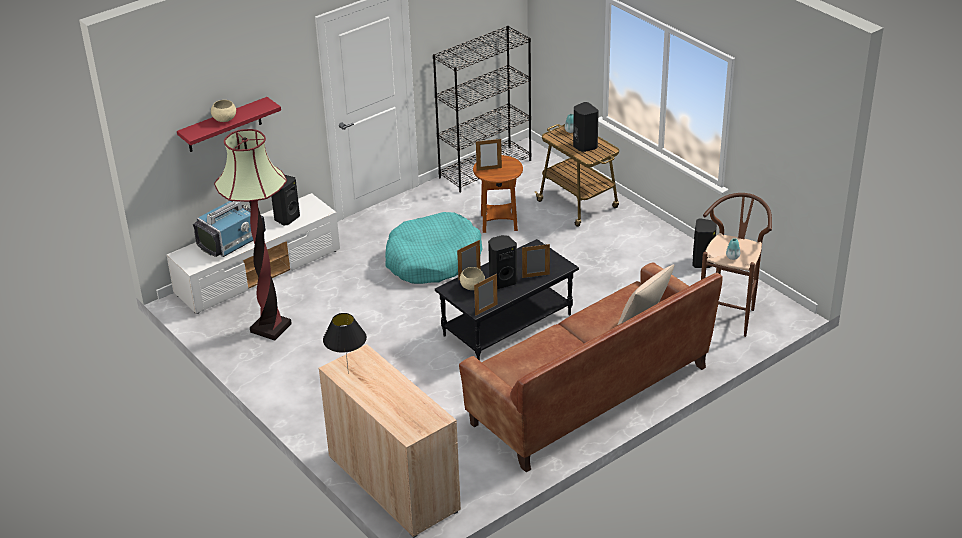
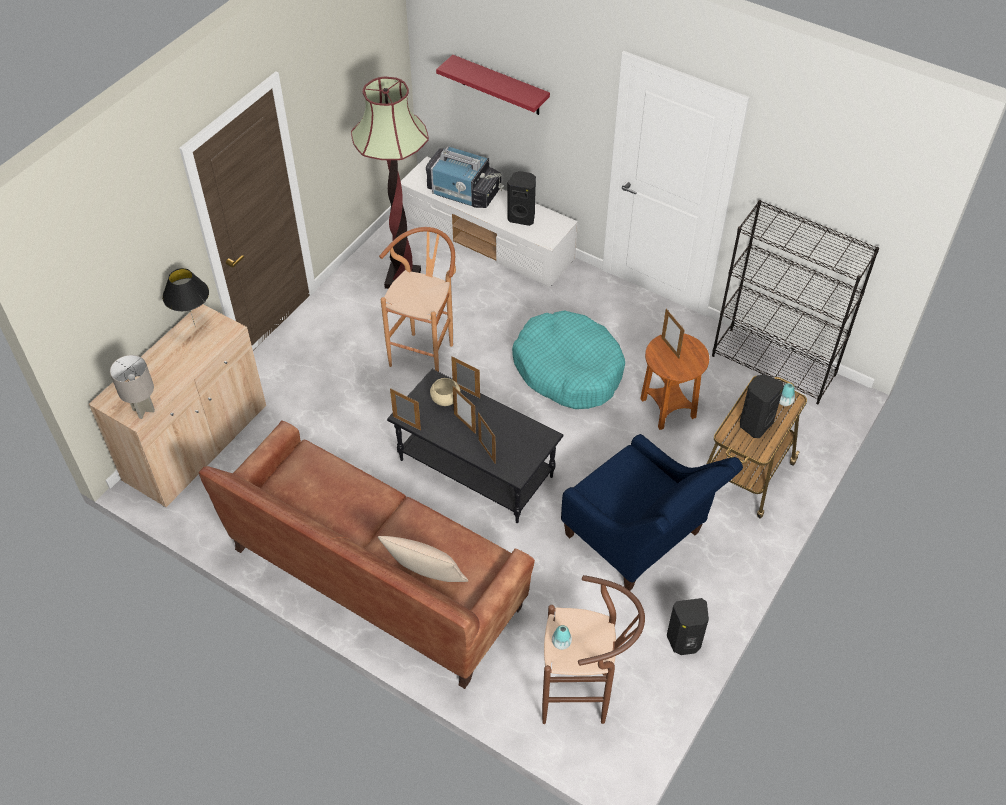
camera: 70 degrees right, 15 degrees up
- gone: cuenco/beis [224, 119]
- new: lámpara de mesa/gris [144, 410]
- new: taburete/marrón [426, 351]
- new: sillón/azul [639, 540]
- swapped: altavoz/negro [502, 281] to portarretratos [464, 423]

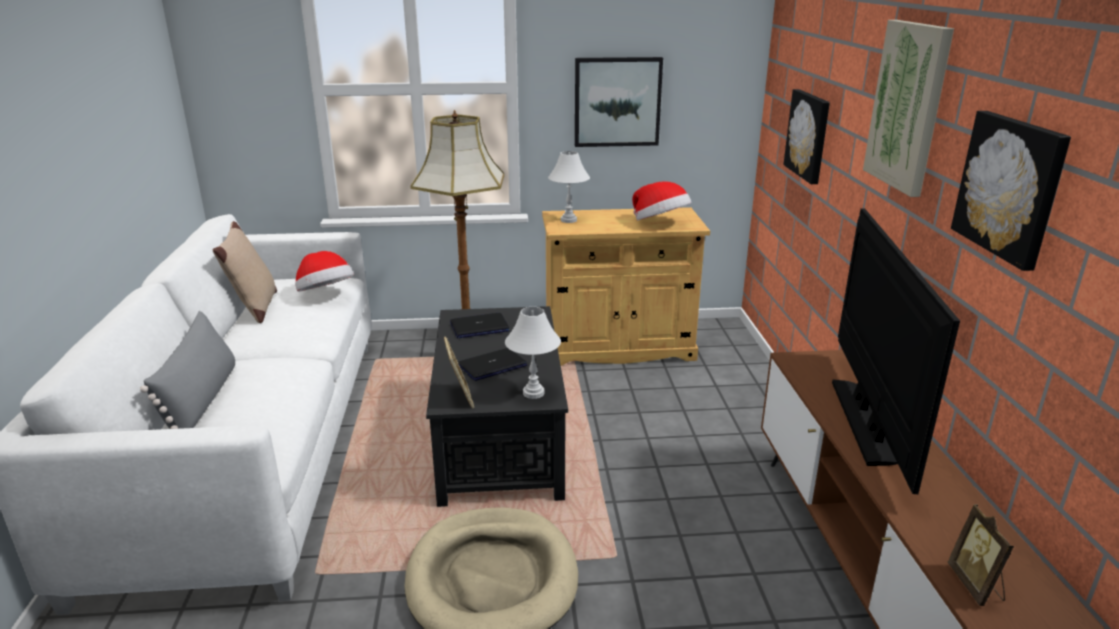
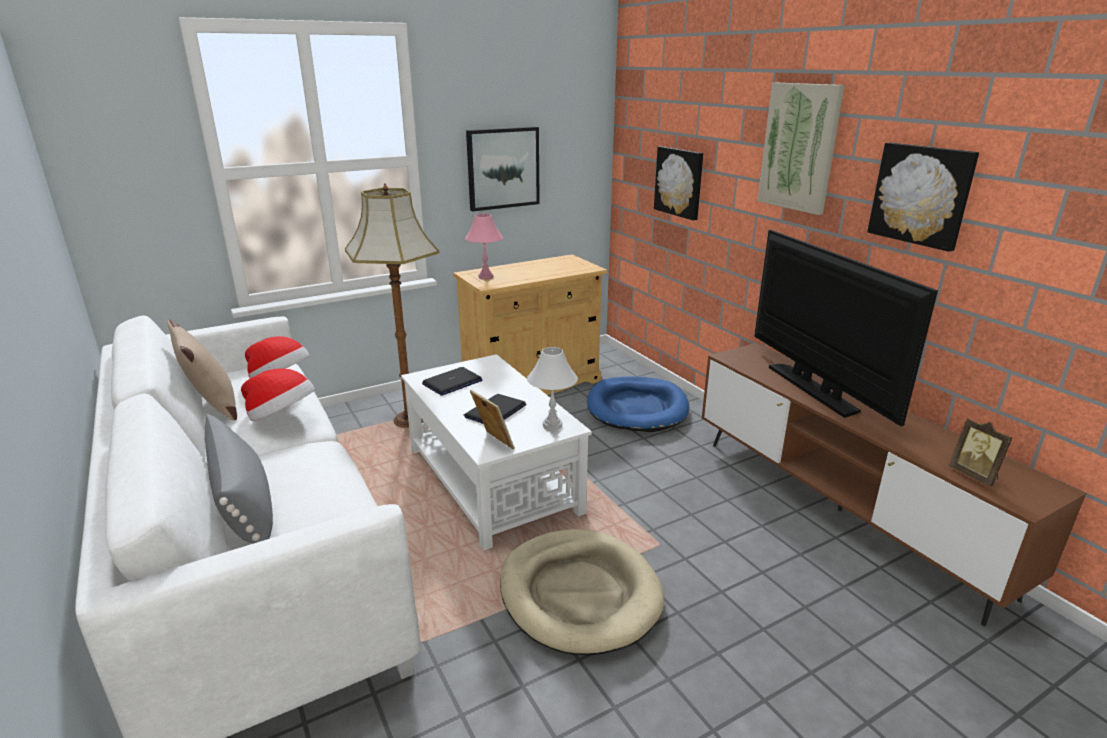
camera: 25 degrees left, 0 degrees up
- new: cama para perro/azul [637, 408]
- shifted: sombrero [660, 223] to [282, 417]
- repainted: mesa de centro/negro [500, 438] to mesa de centro/blanco [492, 479]
- repainted: lámpara de mesa/blanco [568, 220] to lámpara de mesa/rosa [485, 276]

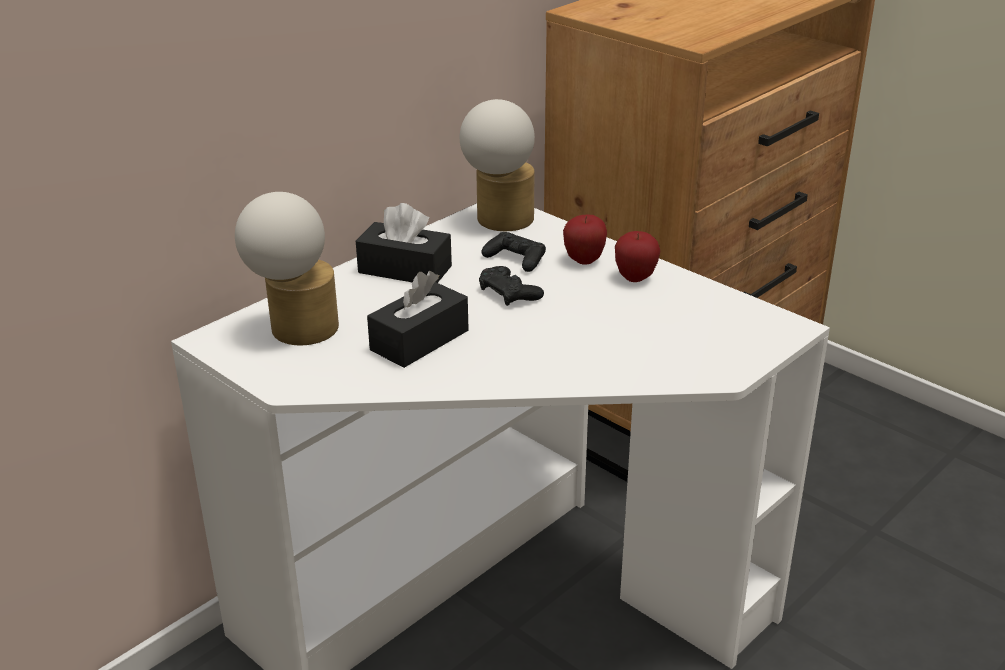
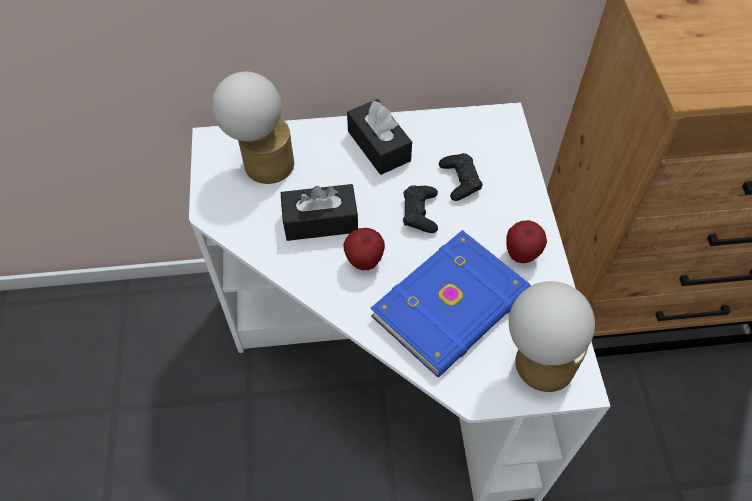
camera: 40 degrees right, 25 degrees up
- new: libro/azul [453, 306]
- shifted: lámpara de mesa [499, 221] to [535, 365]
- shifted: manzana [584, 260] to [364, 261]

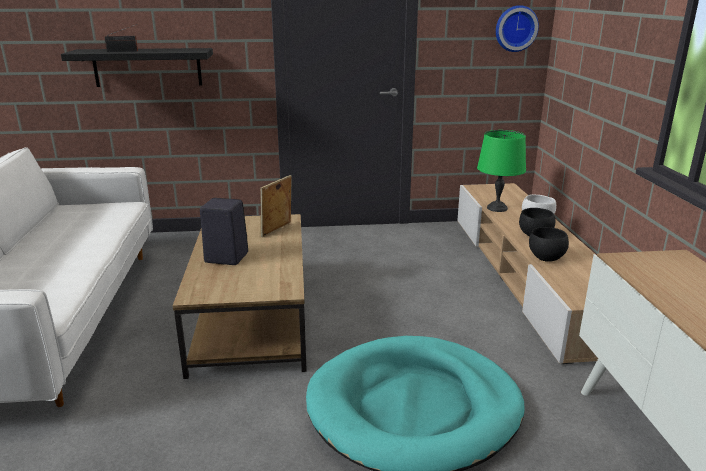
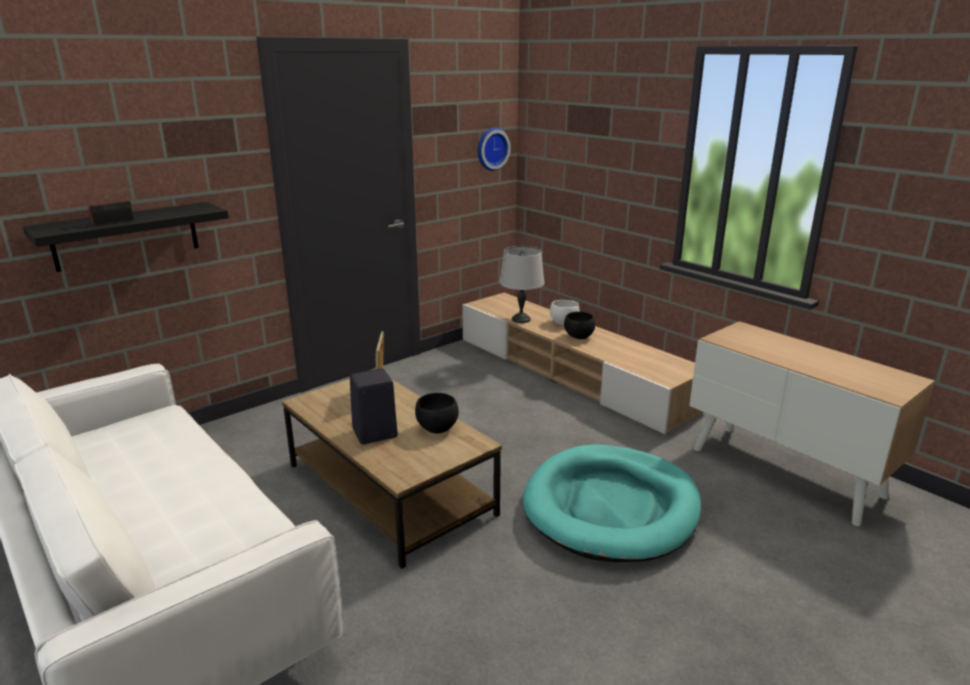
camera: 35 degrees left, 0 degrees up
- shifted: cuenco/negro [545, 258] to [437, 429]
- repainted: lámpara de mesa/verde [496, 208] to lámpara de mesa/gris [520, 319]

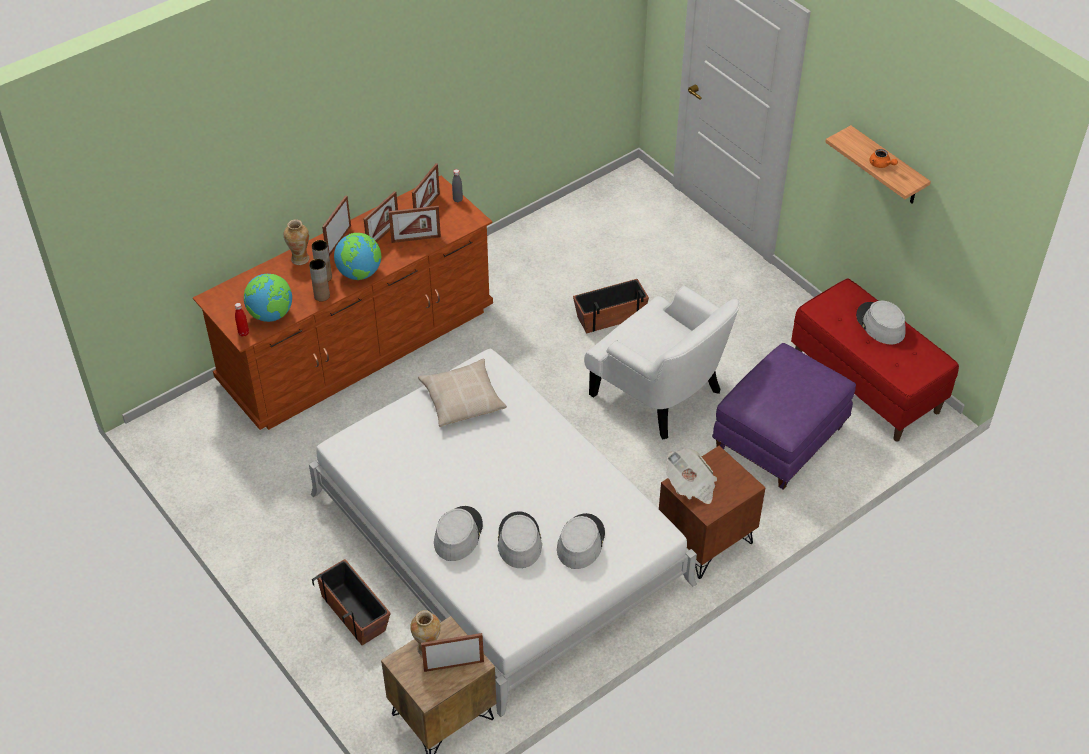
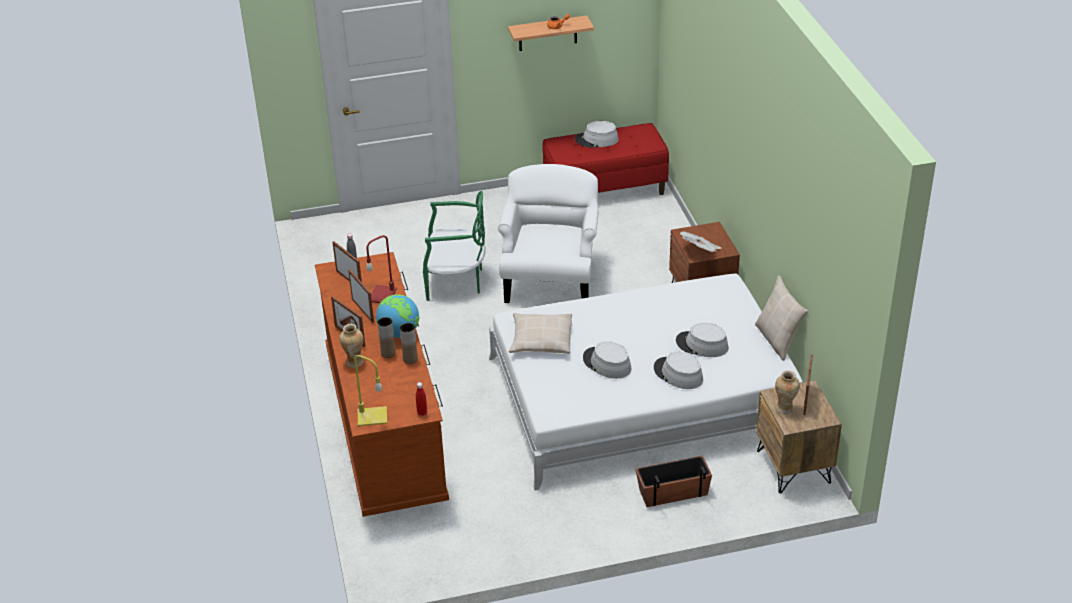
camera: 65 degrees left, 10 degrees down
- gone: globo terráqueo [271, 314]
- gone: puf/morado [779, 439]
- new: lámpara de mesa/amarillo [371, 417]
- new: cojín/beis [778, 340]
- shifted: sombrero/gris [580, 542] to [606, 363]
- swapped: portarretratos [416, 239] to lámpara de mesa/rojo [382, 294]
- swapped: maceta [610, 316] to silla/verde [456, 281]
- rotated: sillón/blanco [659, 392] = [550, 280] 60 degrees counterclockwise

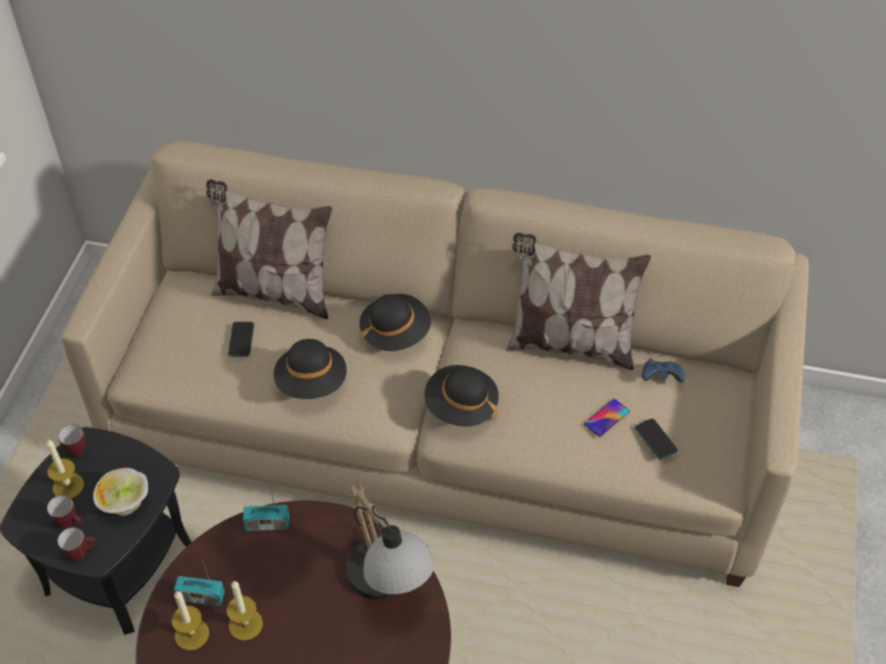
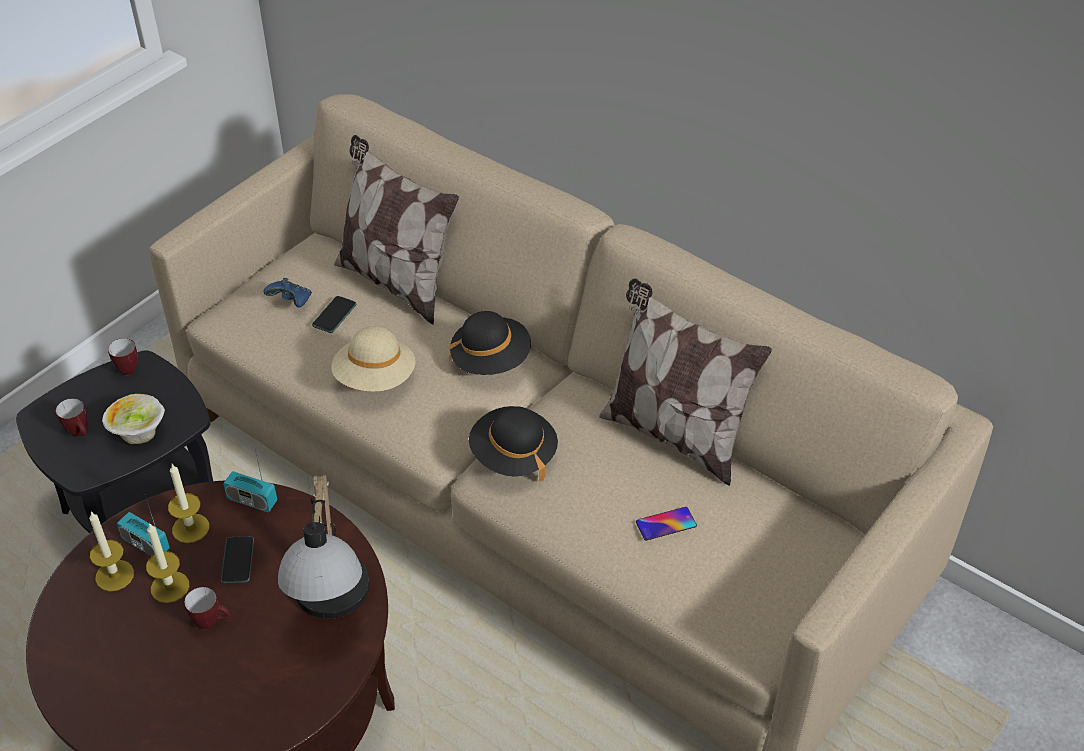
camera: 25 degrees right, 5 degrees down
- shifted: vela [68, 486] to [190, 528]
- shifted: taza grande [82, 553] to [212, 622]
- shifted: móvil [656, 440] to [237, 560]
- shifted: mando de consola/azul [661, 378] to [291, 301]
- repainted: sombrero/negro [312, 383] to sombrero/beis [375, 378]

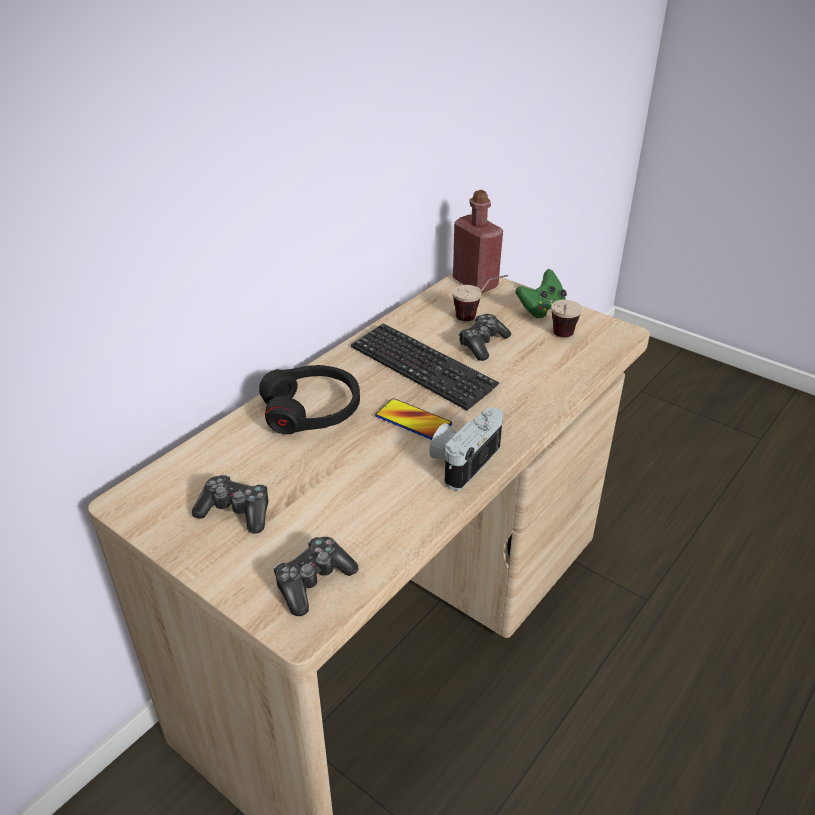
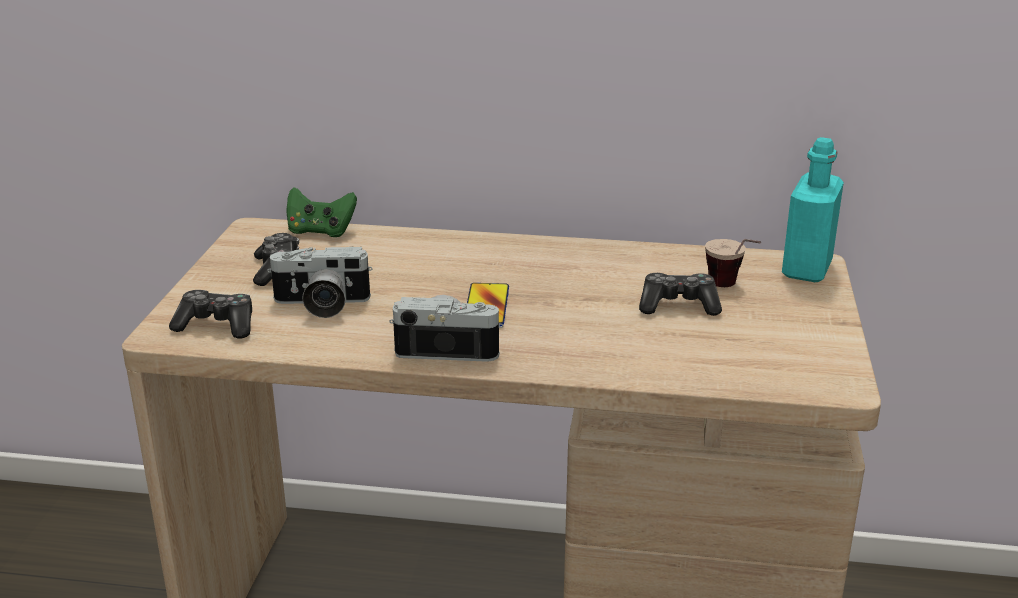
camera: 60 degrees right, 10 degrees down
- gone: auriculares/negro [312, 410]
- gone: teclado [422, 368]
- gone: taza [561, 339]
- new: cámara [321, 305]
- shifted: mando de consola/verde [541, 309] to [320, 231]
- repainted: botella/rojo [475, 283] to botella/turquesa [806, 269]

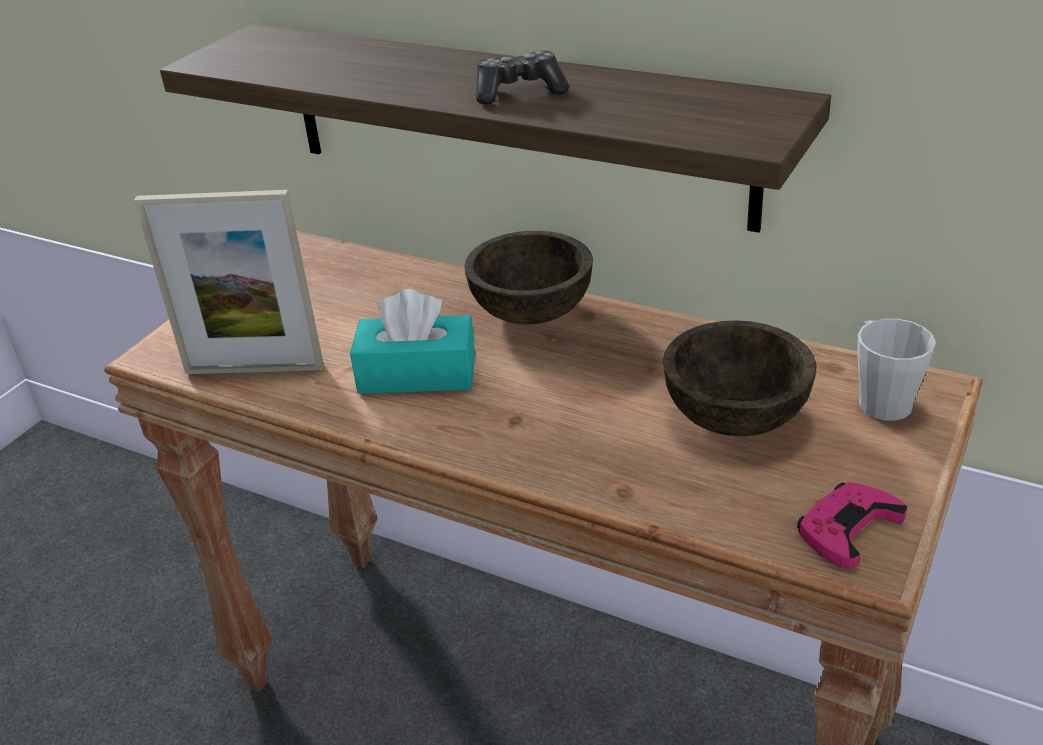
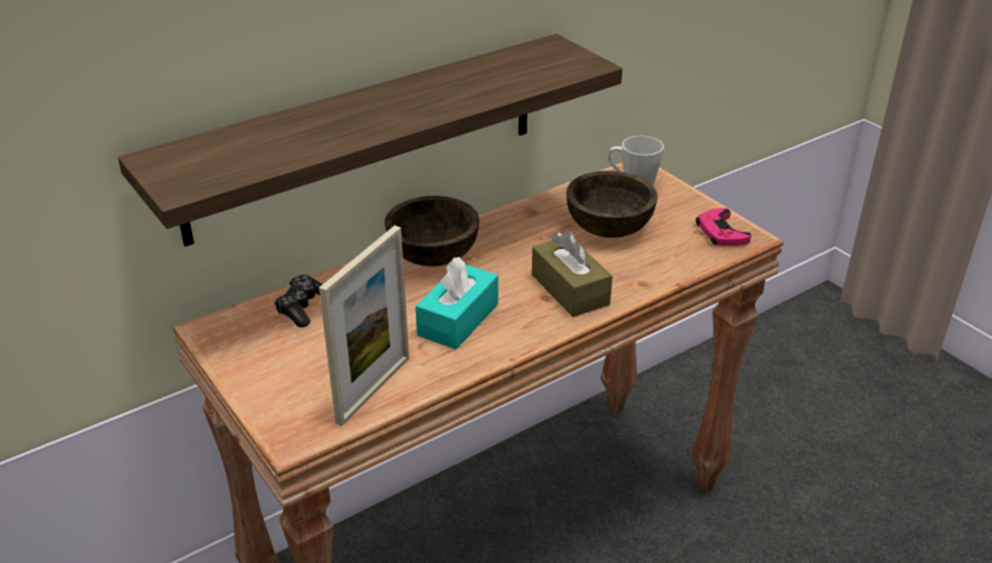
camera: 65 degrees left, 0 degrees up
- new: caja de pañuelos/marrón [570, 289]
- shifted: mando de consola [519, 91] to [302, 308]

